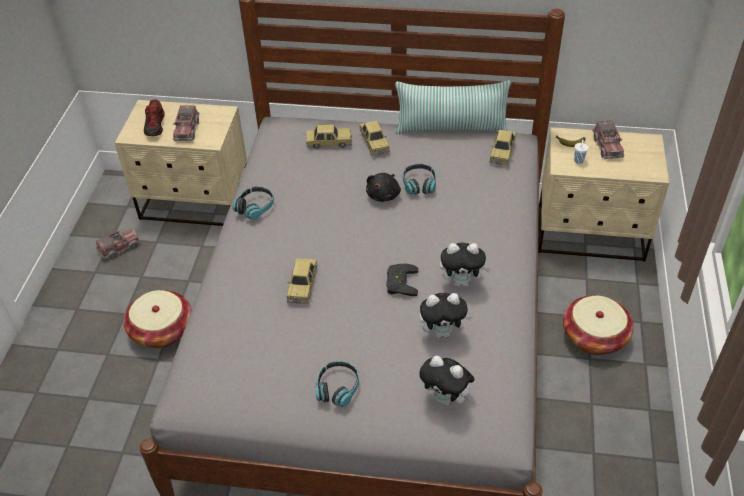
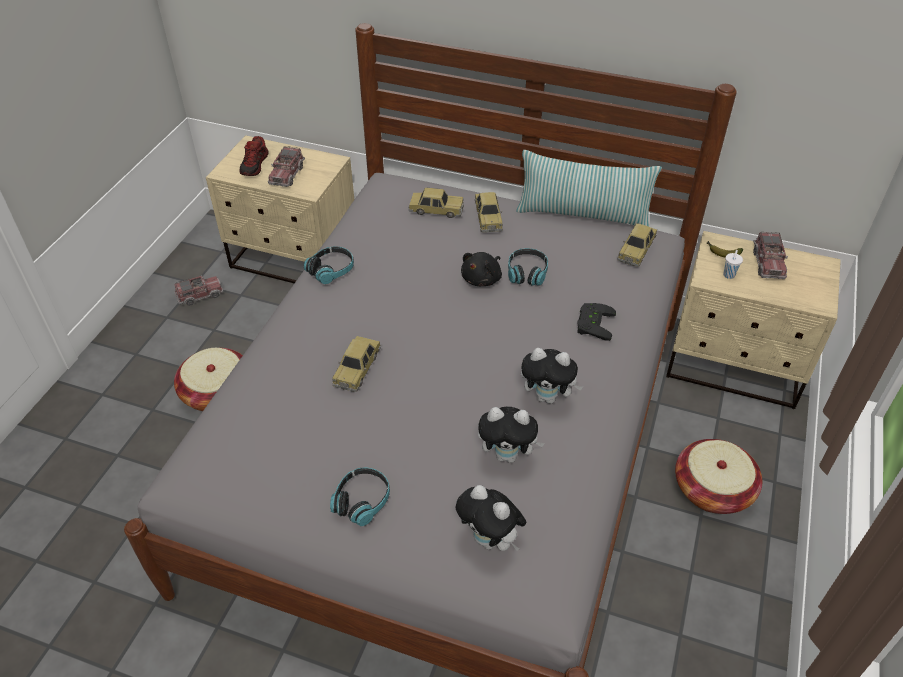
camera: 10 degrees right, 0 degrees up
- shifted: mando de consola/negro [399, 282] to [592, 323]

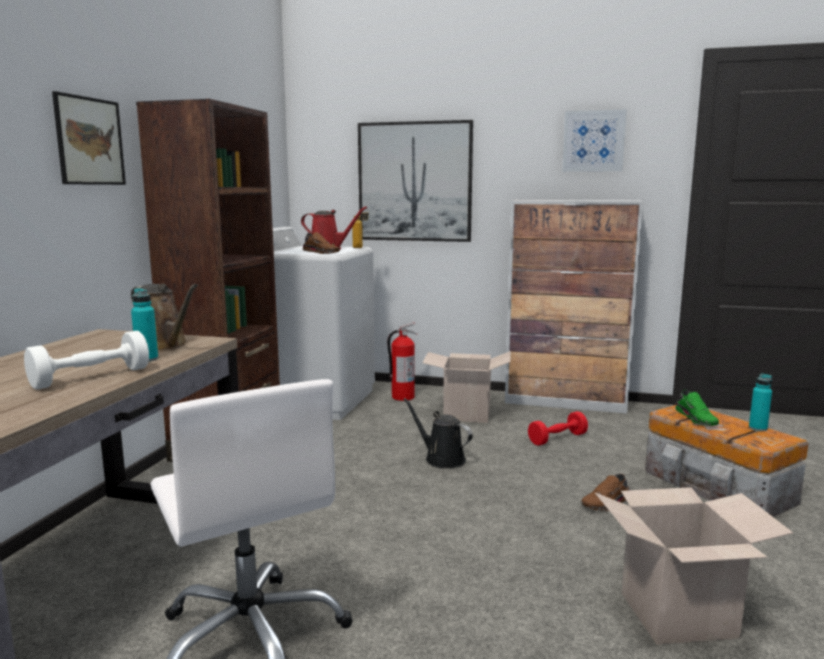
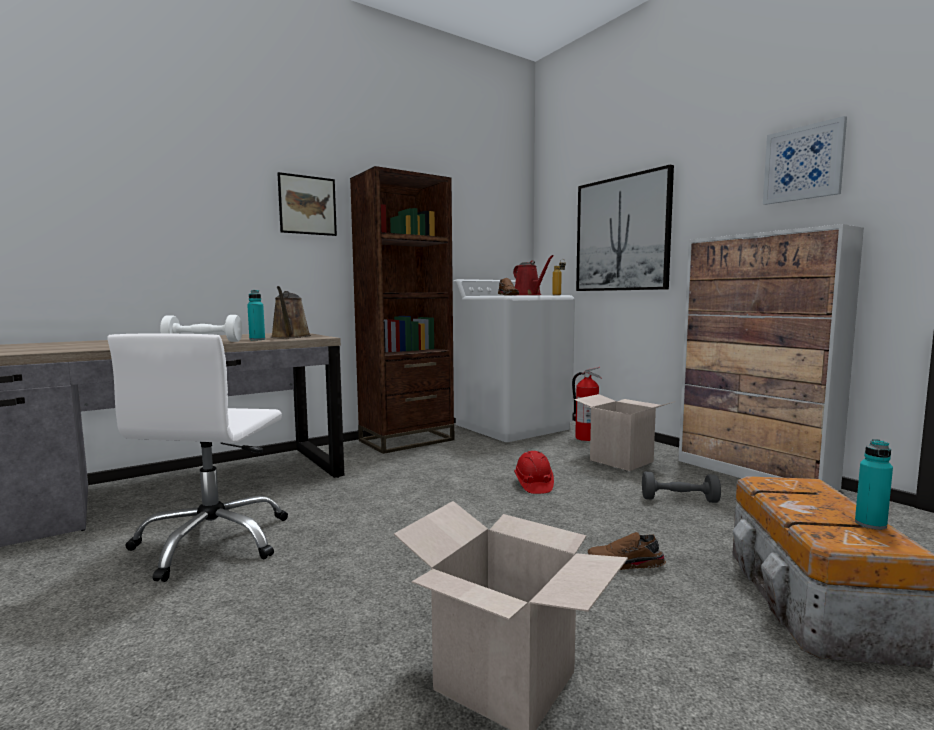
camera: 40 degrees right, 5 degrees down
- gone: zapato/verde [697, 419]
- swapped: regadera/negro [441, 459] to casco/rojo [533, 485]
- repainted: mancuerna/rojo [557, 439] to mancuerna/gris [679, 500]

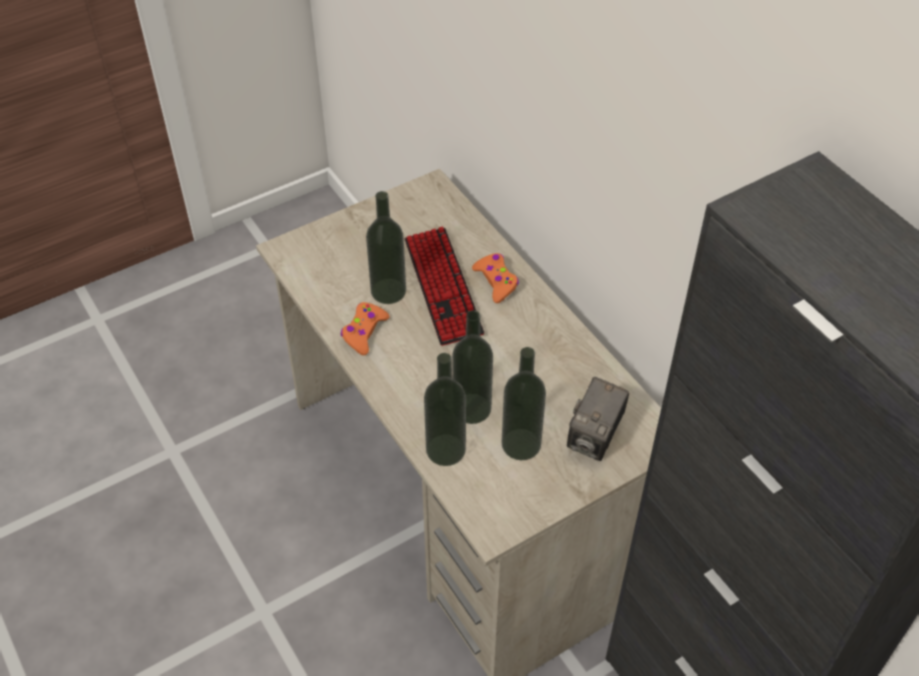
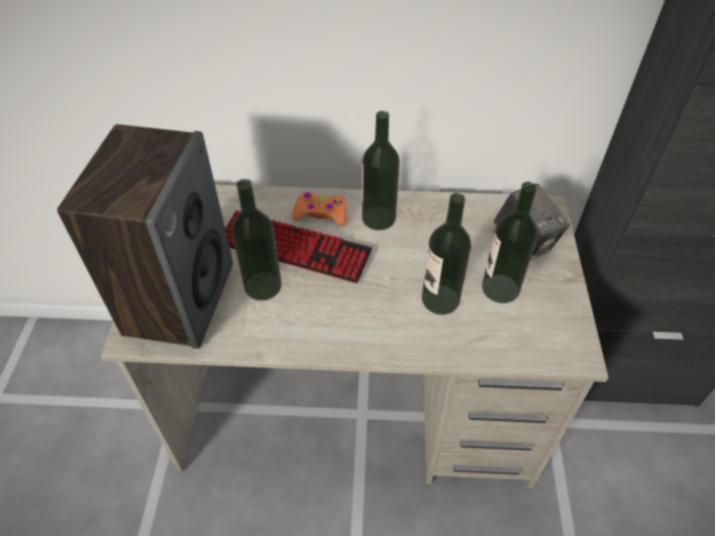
camera: 55 degrees left, 0 degrees up
- gone: mando de consola/naranja [364, 332]
- new: altavoz [179, 298]
- shifted: botella [445, 450] to [378, 218]

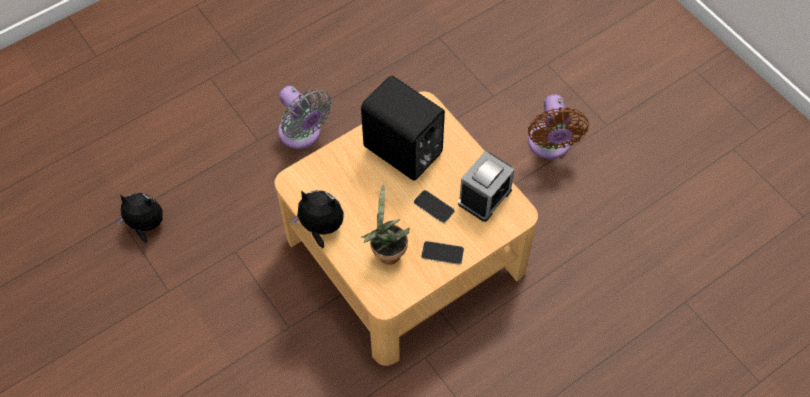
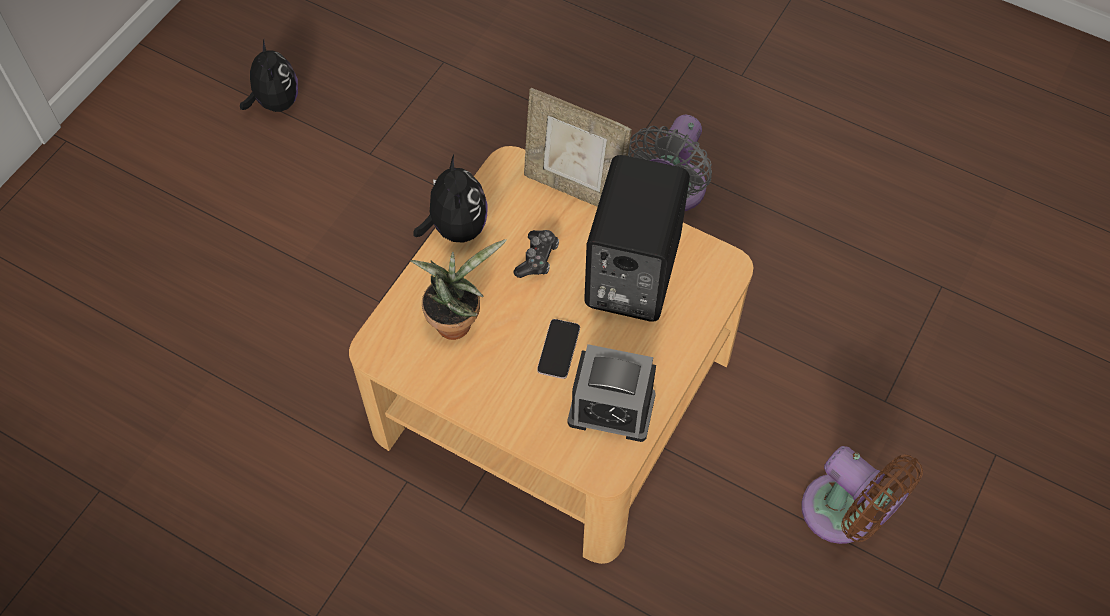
camera: 65 degrees right, 0 degrees up
- gone: móvil [442, 253]
- new: mando de consola [537, 258]
- new: portarretratos [574, 188]
- shifted: peluche [145, 225] to [275, 102]
- rotated: ventilador/marrón [549, 145] = [844, 515] 105 degrees counterclockwise

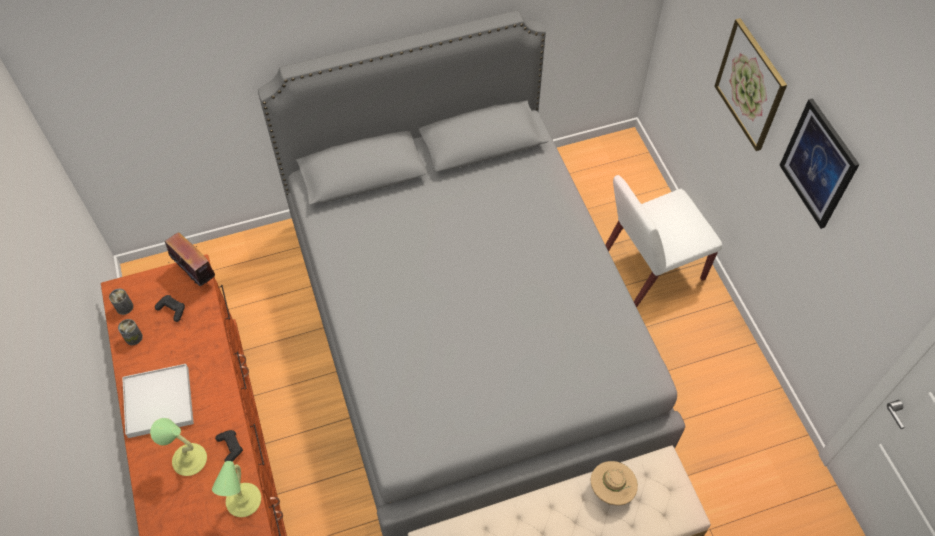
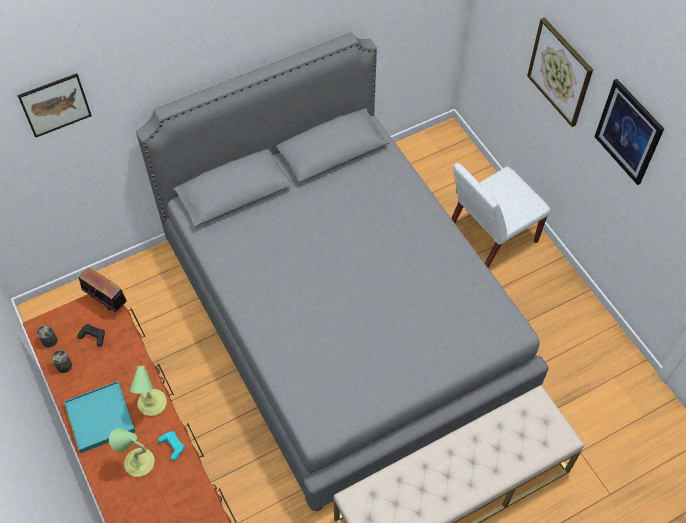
camera: 10 degrees left, 0 degrees up
- gone: sombrero/beis [611, 489]
- new: cuadro [55, 105]
- shifted: lámpara de mesa [243, 502] to [151, 404]
- repainted: bandeja/blanco [159, 402] to bandeja/turquesa [100, 418]
- repainted: mando de consola/negro [230, 447] to mando de consola/turquesa [172, 446]

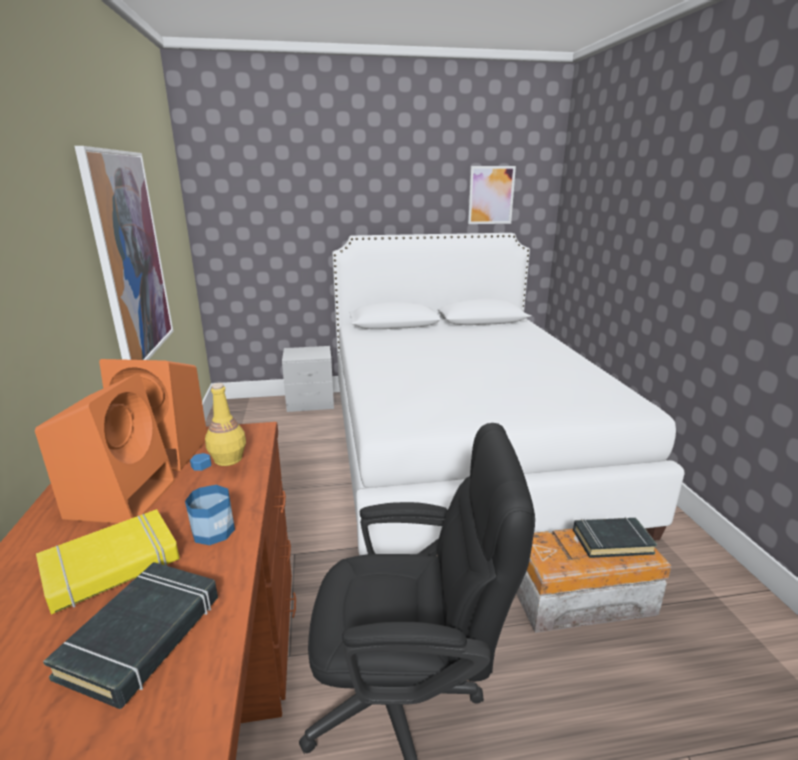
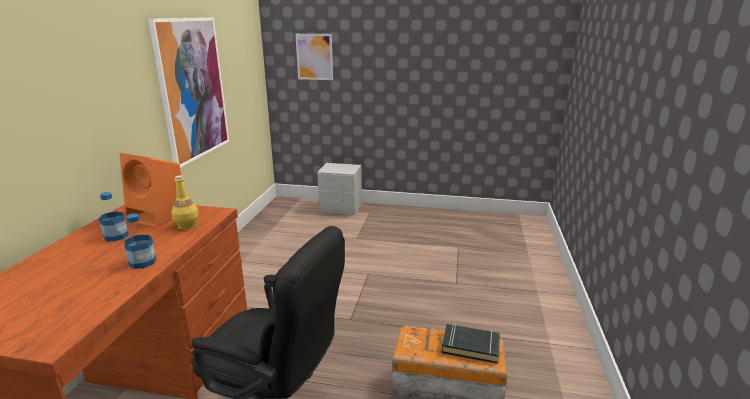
camera: 20 degrees right, 0 degrees up
- gone: libro/amarillo [112, 566]
- gone: libro/negro [143, 636]
- gone: cama/blanco [461, 449]
- shifted: cuadro [491, 195] to [314, 57]
- swapped: altavoz/naranja [123, 497] to botella [116, 236]

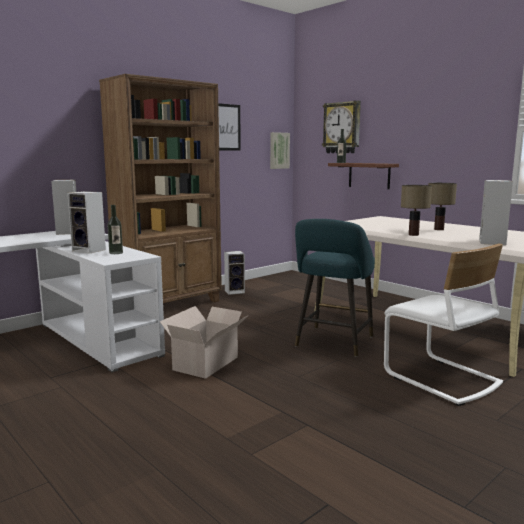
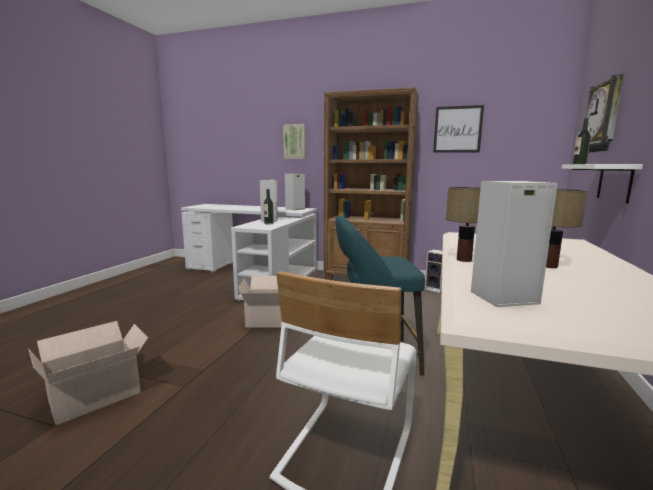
camera: 60 degrees right, 0 degrees up
- new: caja de cartón [98, 395]
- shifted: cuadro [279, 150] to [295, 141]
- repainted: estante/marrón [369, 175] to estante/blanco [614, 182]

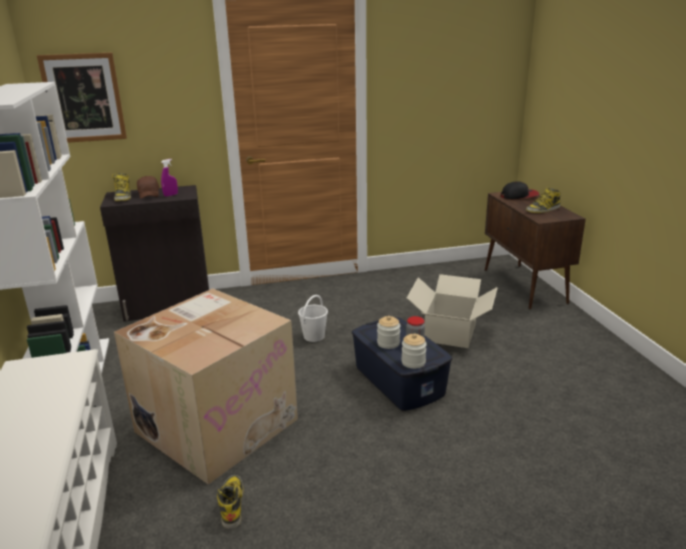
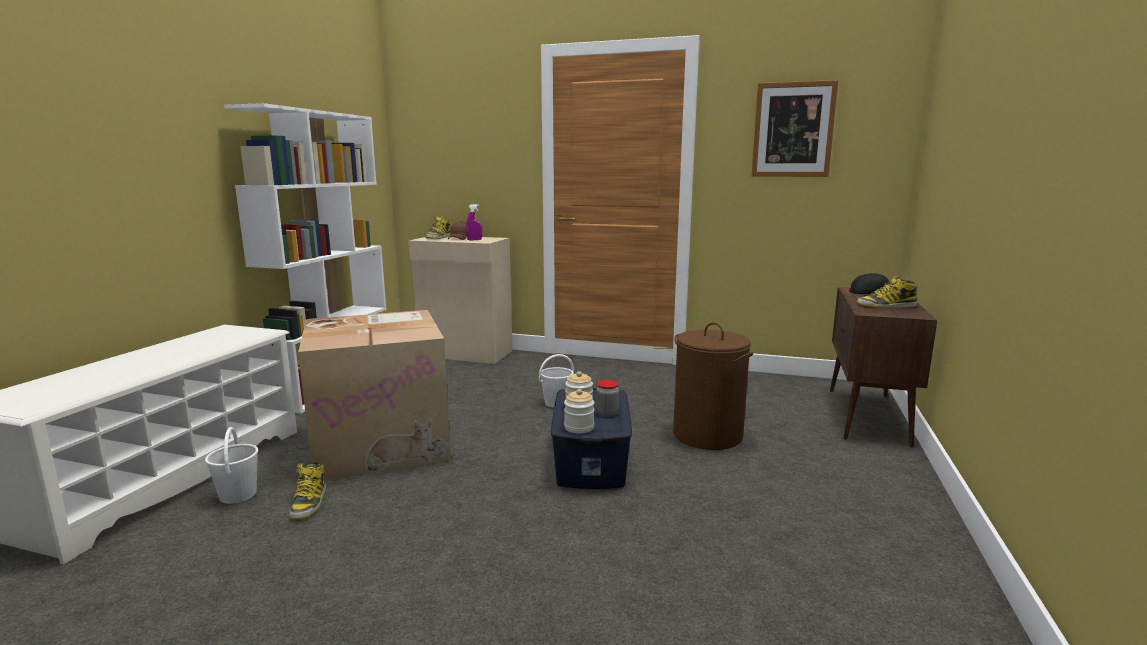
camera: 30 degrees right, 10 degrees down
- new: cubo/blanco [238, 494]
- shifted: cuadro [83, 98] to [793, 130]
- swapped: caja de cartón [449, 332] to cesto de la ropa/marrón [707, 435]
- repainted: armario/negro [169, 306] to armario/beis [465, 354]
- rotated: bota [232, 504] = [309, 503] 150 degrees clockwise

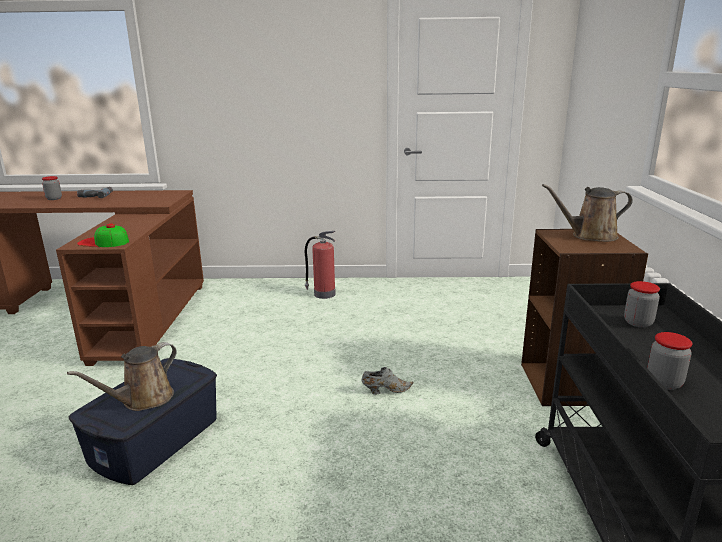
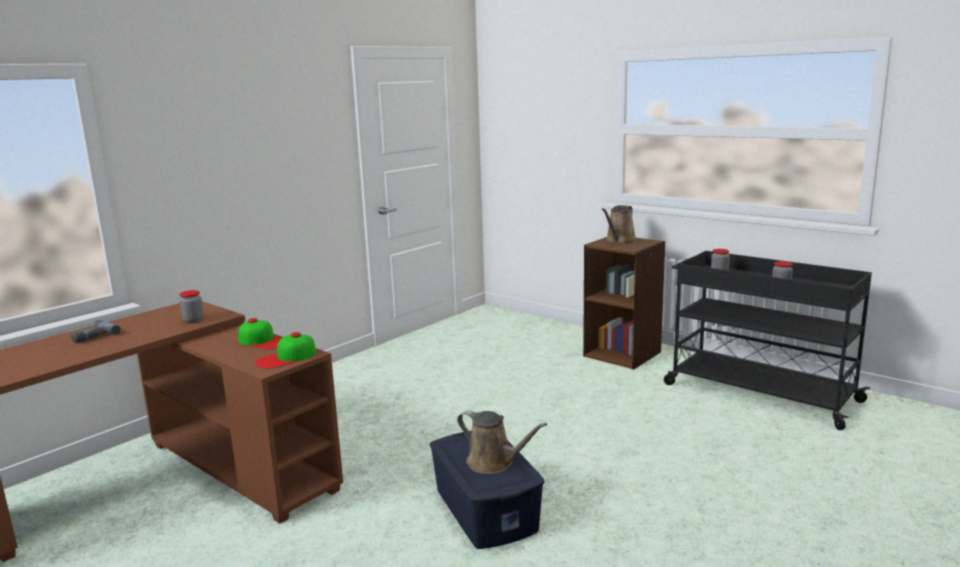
camera: 50 degrees left, 5 degrees down
- gone: extintor [323, 294]
- gone: zapato/gris [385, 391]
- new: gorra [263, 341]
- shifted: tarro [54, 199] to [193, 320]
- rotated: regadera/marrón [143, 400] = [494, 463] 45 degrees counterclockwise

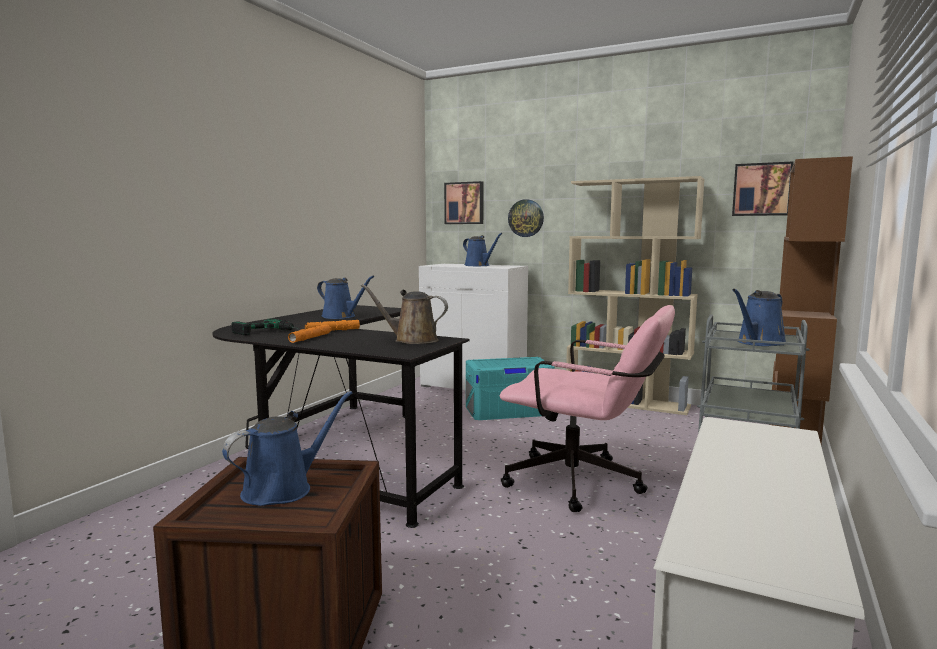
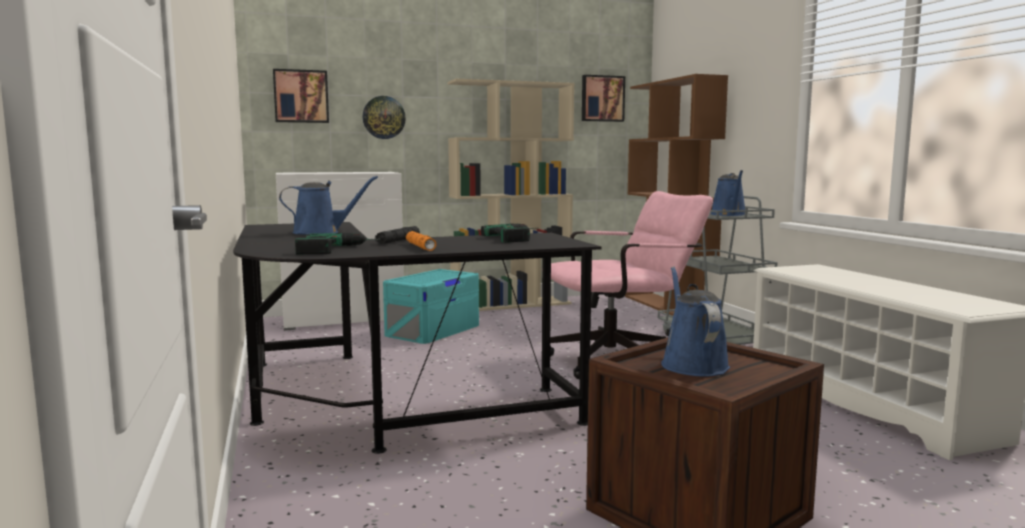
camera: 45 degrees left, 0 degrees up
- gone: regadera/azul [478, 265]
- swapped: regadera/marrón [412, 340] to taladro [520, 237]
- repainted: linterna/naranja [332, 330] to linterna/negro [398, 241]

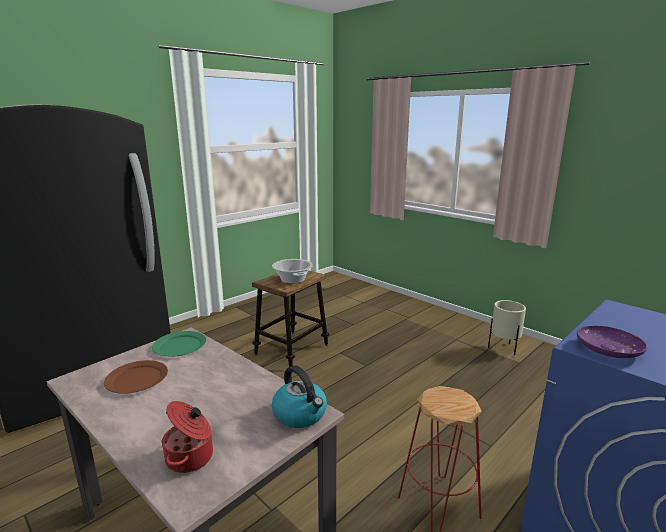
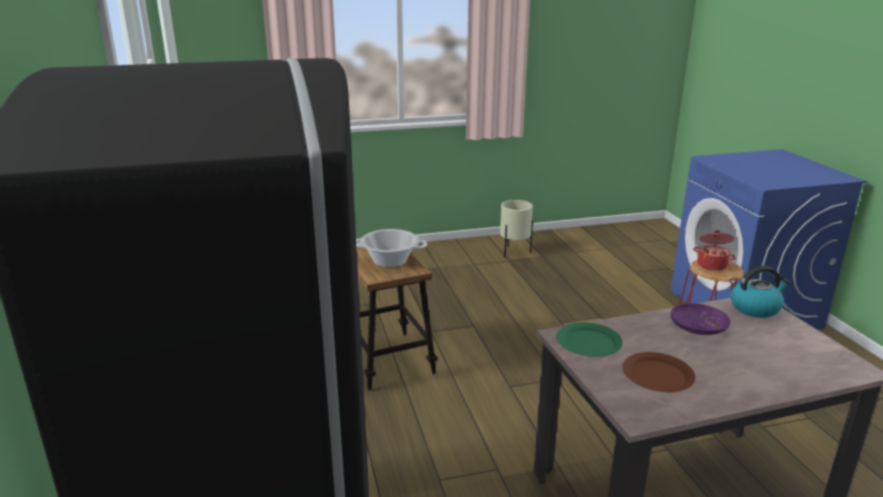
camera: 60 degrees left, 5 degrees up
- shifted: olla [191, 457] to [712, 265]
- shifted: plato/morado [608, 349] to [698, 326]

